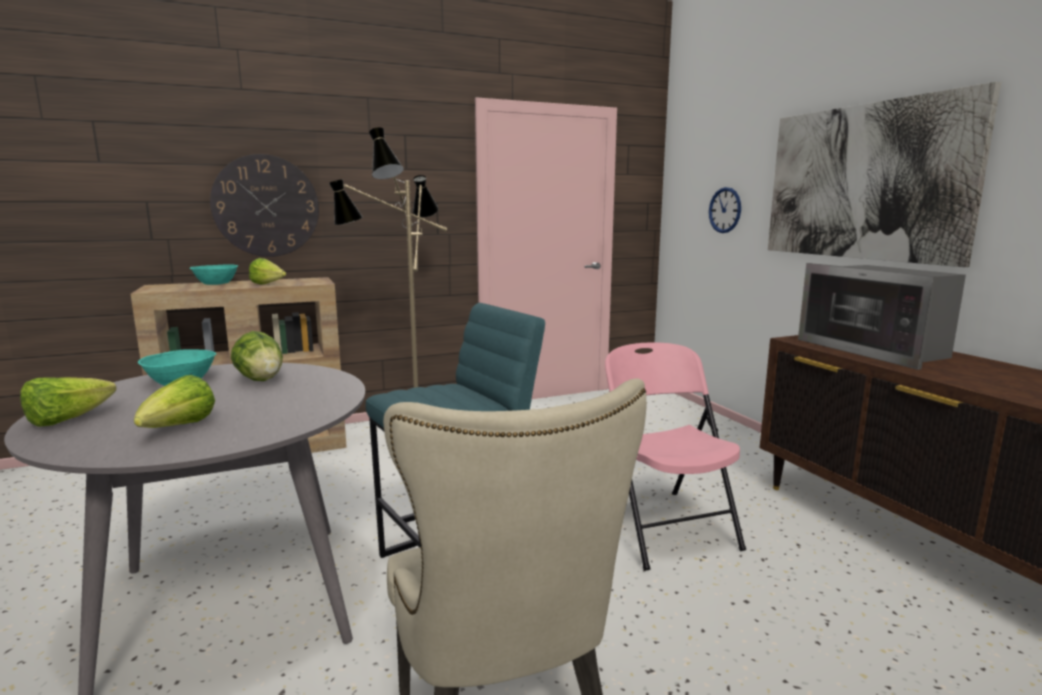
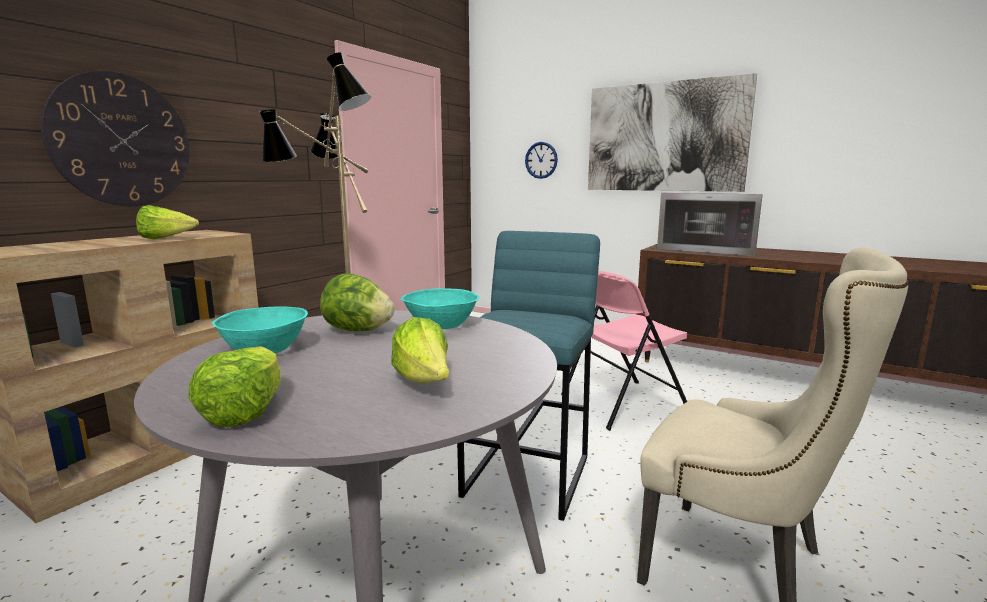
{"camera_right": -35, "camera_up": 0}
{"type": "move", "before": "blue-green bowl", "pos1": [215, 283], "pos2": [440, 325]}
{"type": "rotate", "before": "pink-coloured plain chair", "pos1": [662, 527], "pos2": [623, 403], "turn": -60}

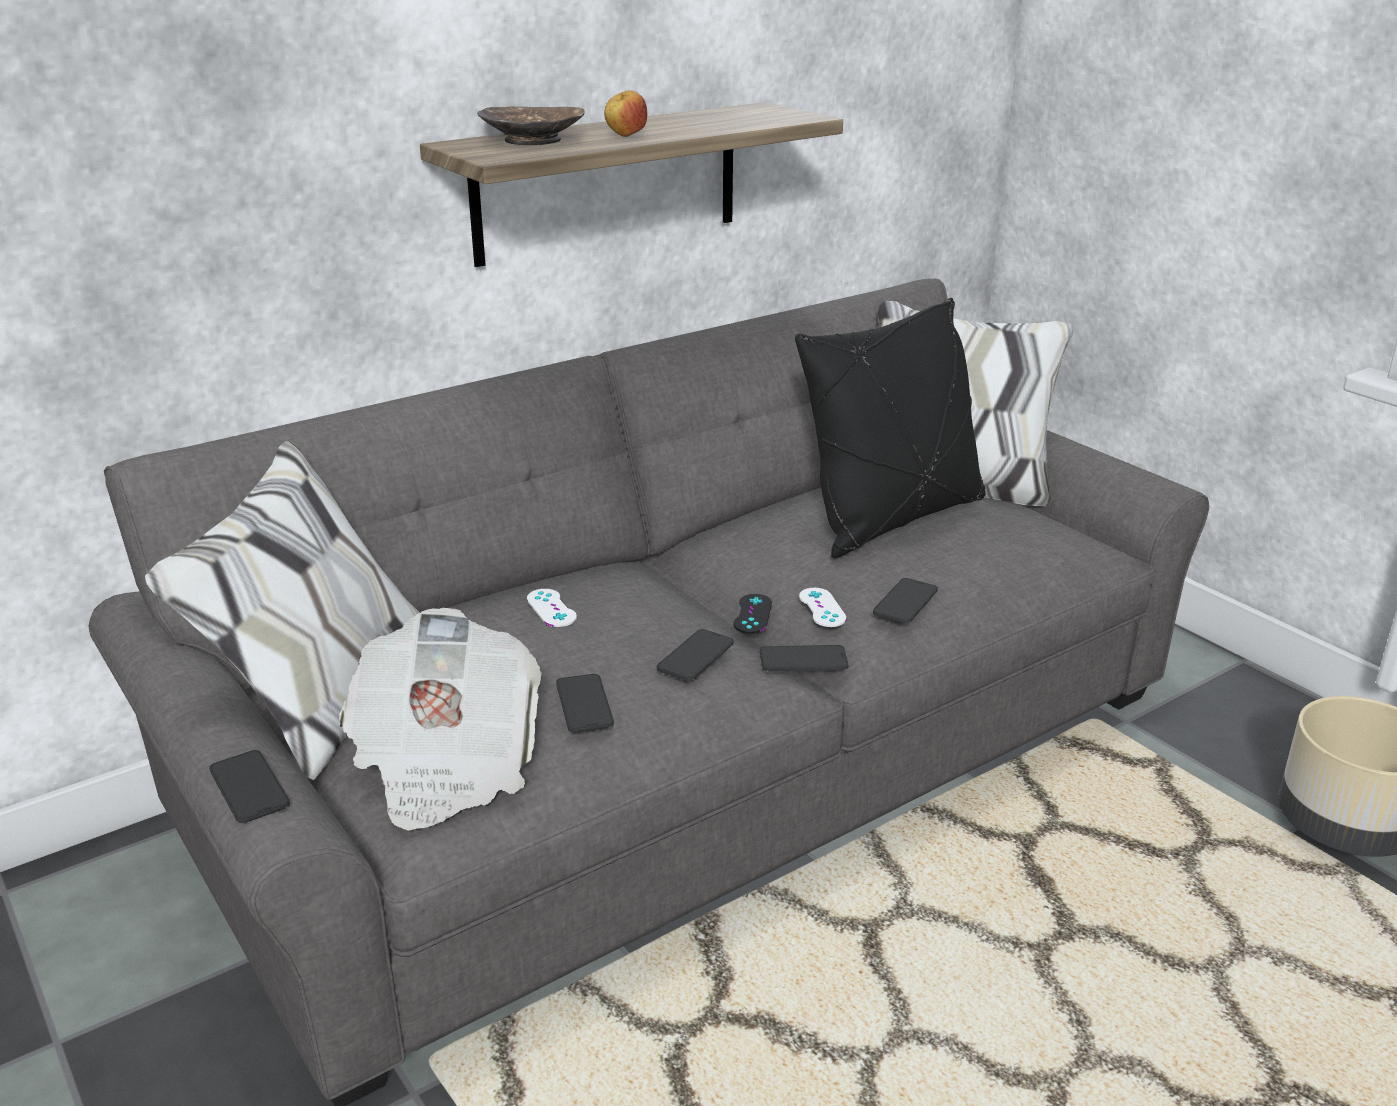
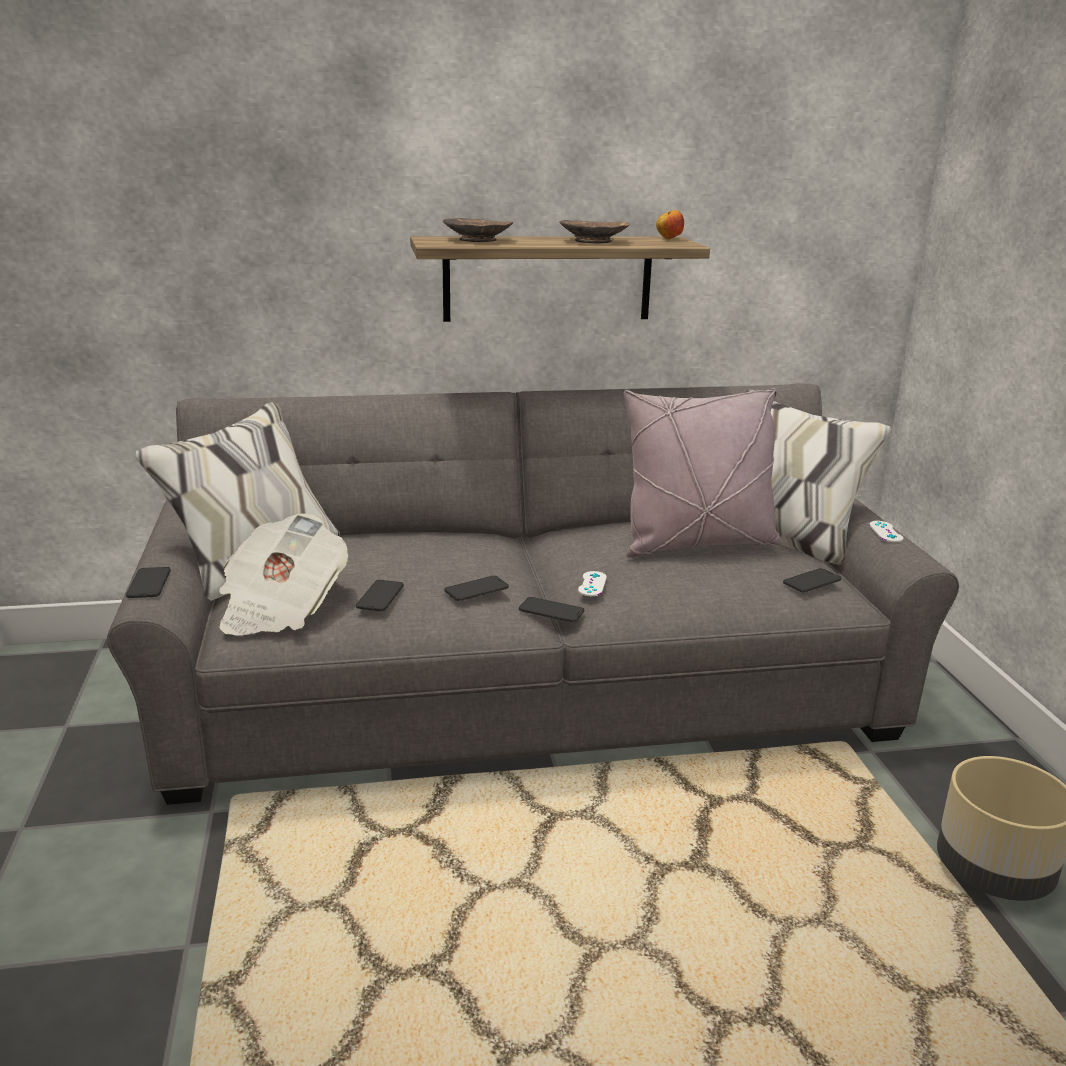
{"camera_right": 25, "camera_up": -5}
{"type": "move", "before": "white-coloured joypad", "pos1": [551, 608], "pos2": [885, 532]}
{"type": "move", "before": "apple", "pos1": [626, 136], "pos2": [669, 239]}
{"type": "delete", "before": "blackish joypad", "pos1": [752, 614]}
{"type": "recolor", "before": "blackish pillow", "after": "purple pillow", "pos1": [892, 519], "pos2": [697, 544]}
{"type": "move", "before": "phone", "pos1": [905, 601], "pos2": [812, 581]}
{"type": "insert", "after": "brown-coloured bowl", "pos2": [593, 241]}

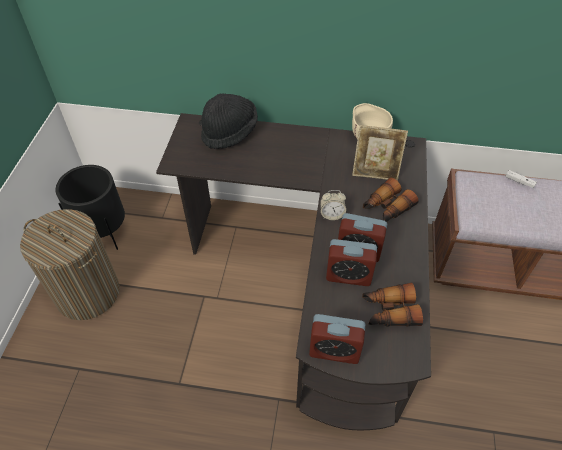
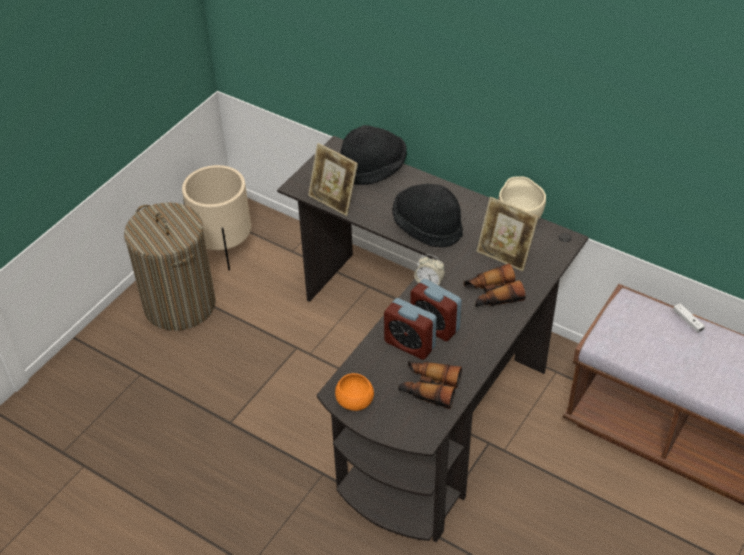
{"camera_right": 25, "camera_up": -5}
{"type": "recolor", "before": "blackish flower pot", "after": "beige flower pot", "pos1": [103, 231], "pos2": [223, 246]}
{"type": "replace", "before": "table clock", "after": "orangey bowl", "pos1": [334, 350], "pos2": [354, 402]}
{"type": "insert", "after": "photo frame", "pos2": [333, 201]}
{"type": "insert", "after": "blackish wearable hat", "pos2": [427, 227]}

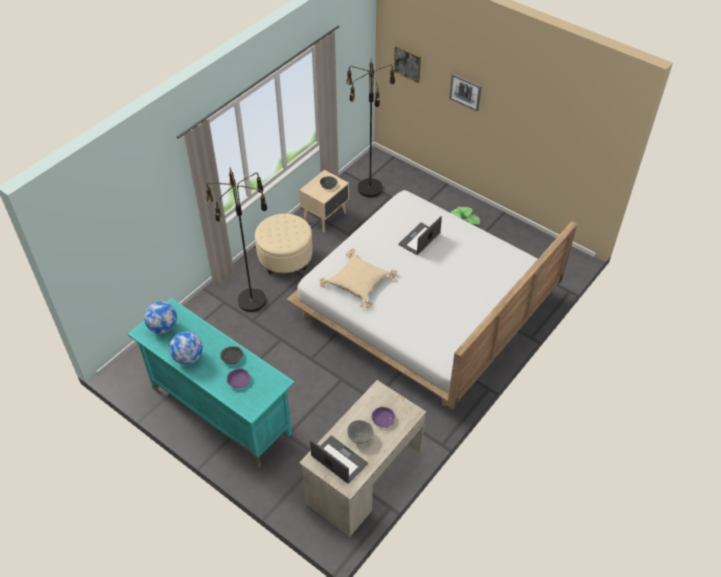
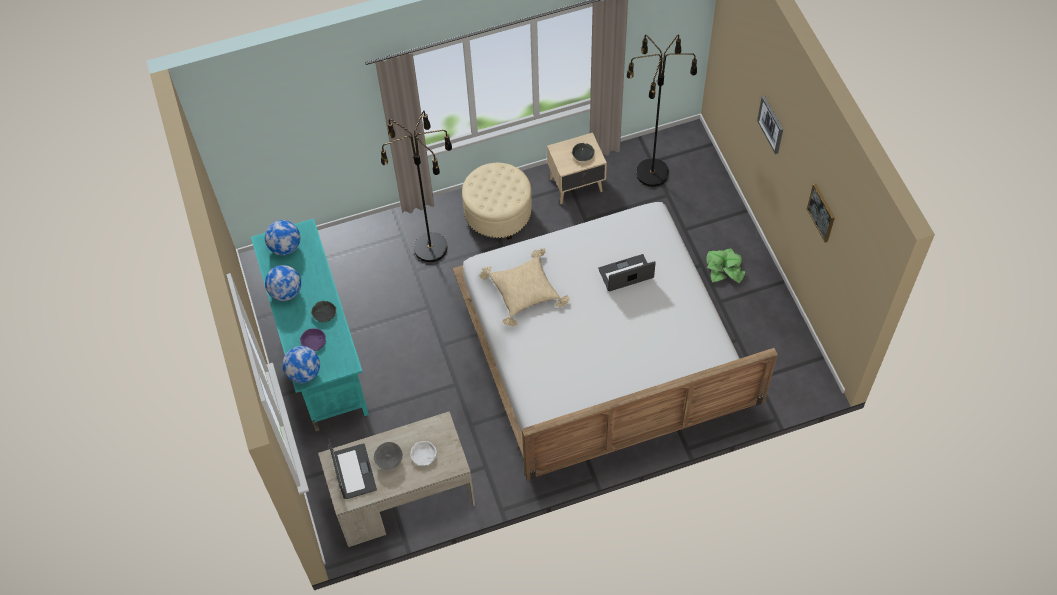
{"camera_right": 35, "camera_up": 10}
{"type": "recolor", "before": "purple bowl", "after": "white-coloured bowl", "pos1": [383, 419], "pos2": [423, 455]}
{"type": "move", "before": "picture", "pos1": [407, 63], "pos2": [821, 212]}
{"type": "insert", "after": "desk globe", "pos2": [304, 373]}

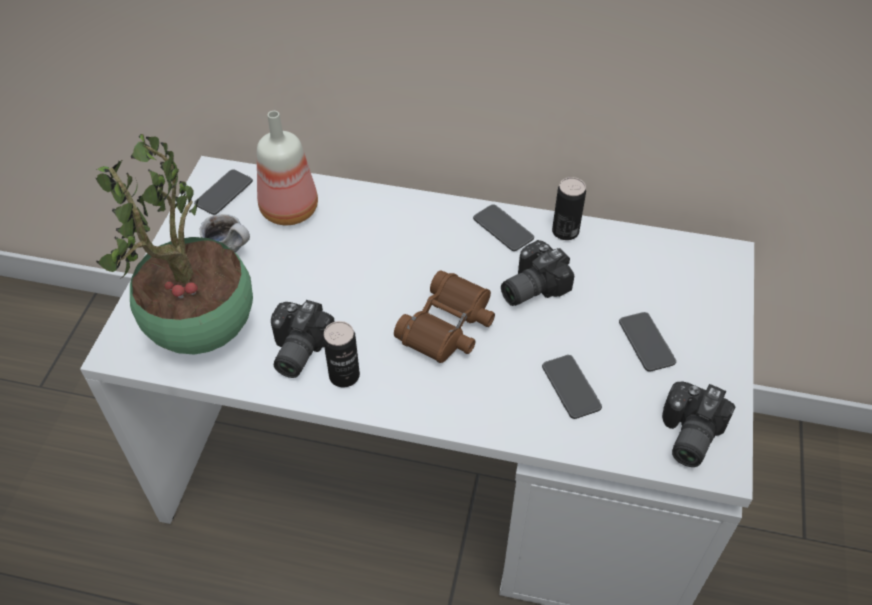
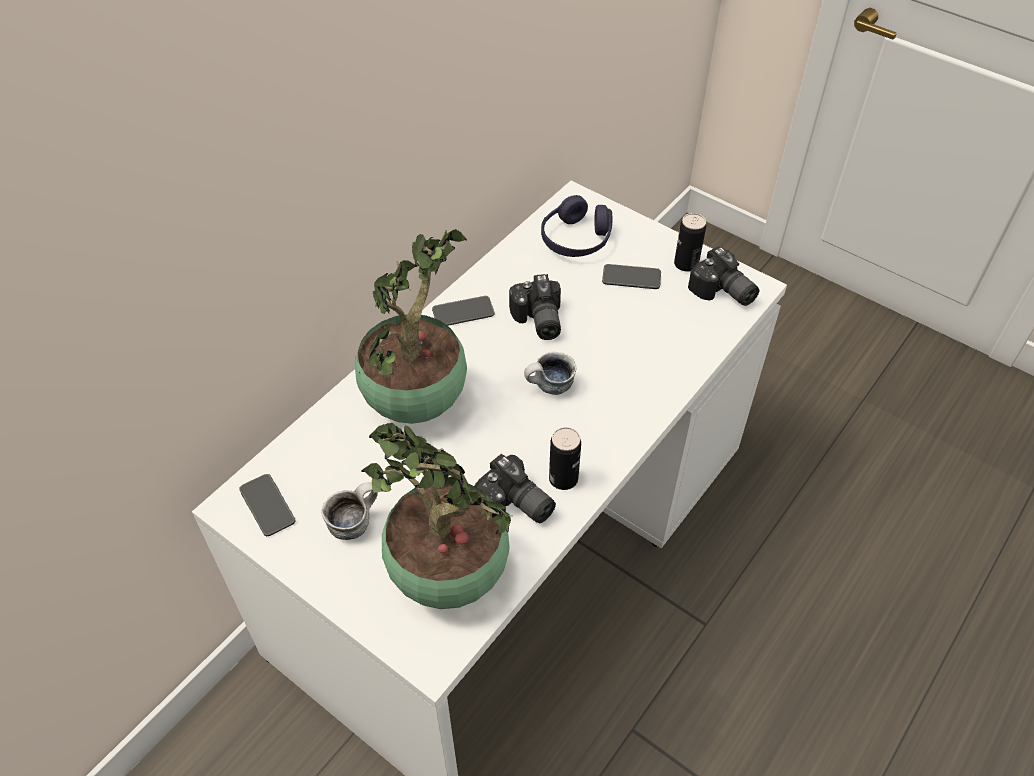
{"camera_right": -65, "camera_up": 0}
{"type": "delete", "before": "bottle", "pos1": [290, 211]}
{"type": "replace", "before": "brown-coloured pair of binoculars", "after": "coffee mug", "pos1": [448, 326], "pos2": [549, 388]}
{"type": "delete", "before": "phone", "pos1": [571, 387]}
{"type": "move", "before": "can", "pos1": [565, 231], "pos2": [686, 264]}
{"type": "insert", "after": "plant in a pot", "pos2": [417, 400]}
{"type": "insert", "after": "purple headphones", "pos2": [576, 239]}

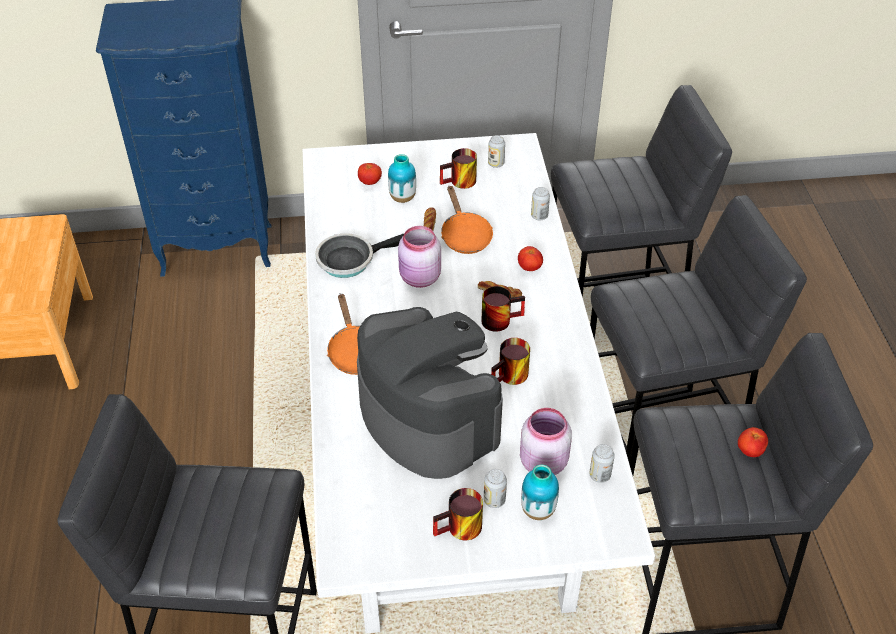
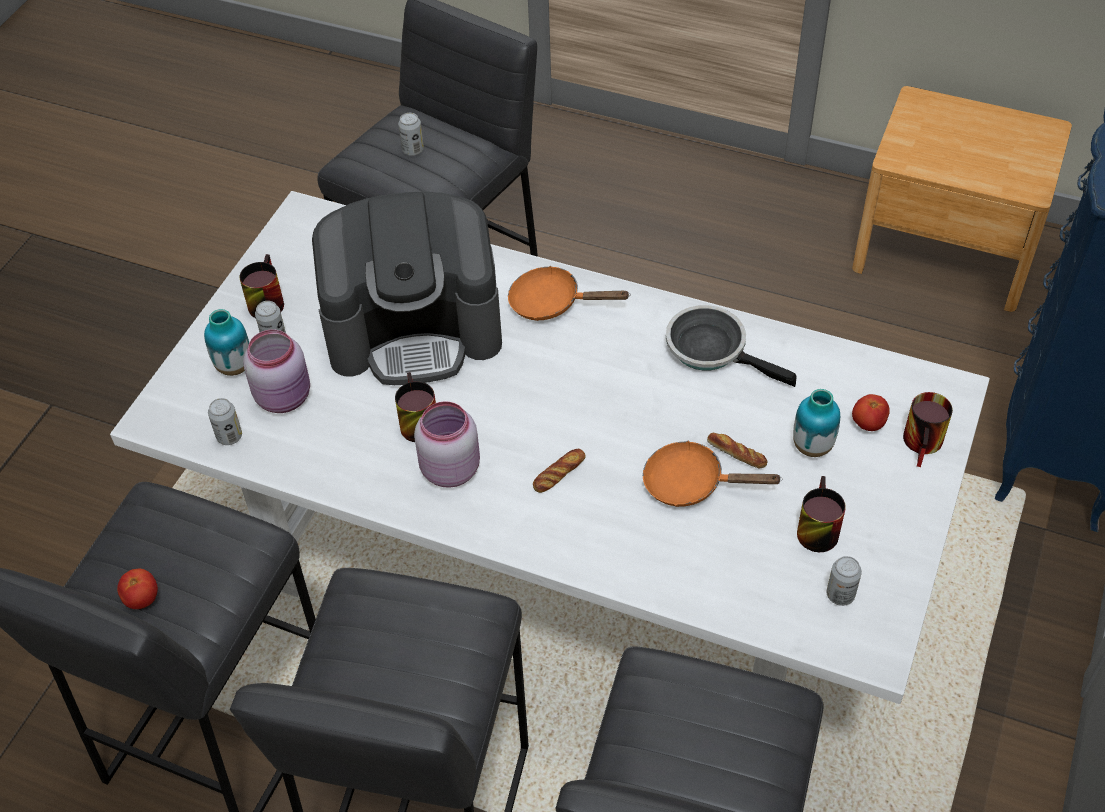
{"camera_right": 120, "camera_up": 5}
{"type": "rotate", "before": "skillet", "pos1": [350, 260], "pos2": [712, 349], "turn": -60}
{"type": "move", "before": "pink-coloured storage jar", "pos1": [419, 278], "pos2": [449, 468]}
{"type": "move", "before": "coffee mug", "pos1": [500, 318], "pos2": [925, 445]}
{"type": "delete", "before": "tomato", "pos1": [529, 268]}
{"type": "move", "before": "can", "pos1": [539, 216], "pos2": [413, 150]}

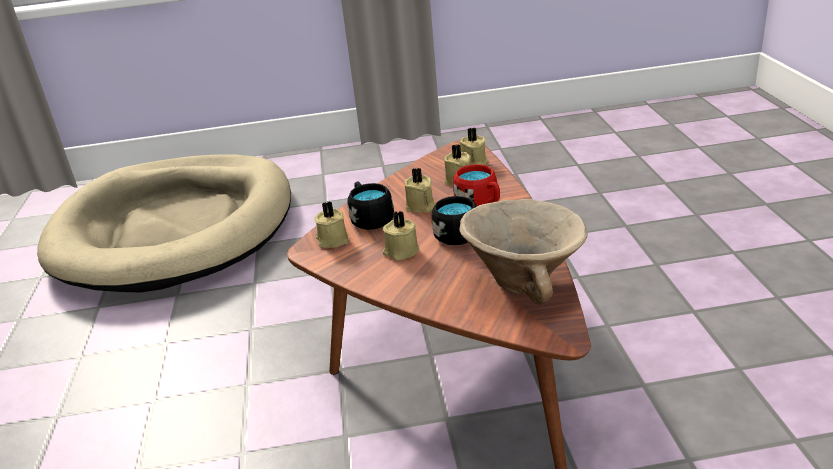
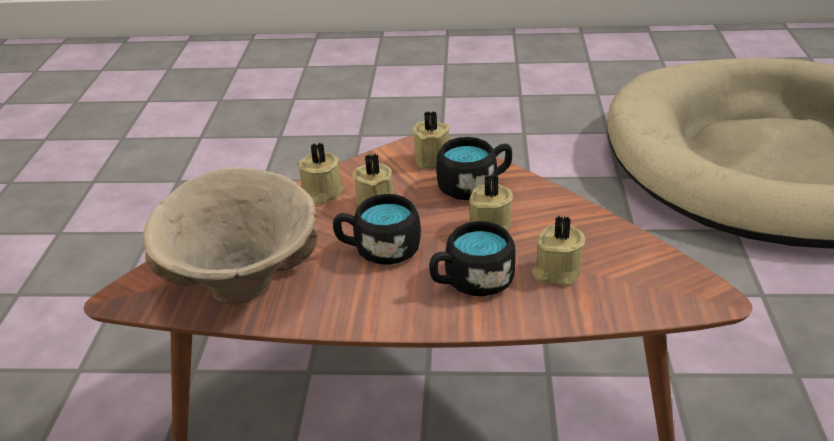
{"camera_right": 100, "camera_up": 5}
{"type": "recolor", "before": "reddish coffee mug", "after": "blackish coffee mug", "pos1": [480, 203], "pos2": [471, 282]}
{"type": "move", "before": "beige wax candle", "pos1": [473, 164], "pos2": [320, 192]}

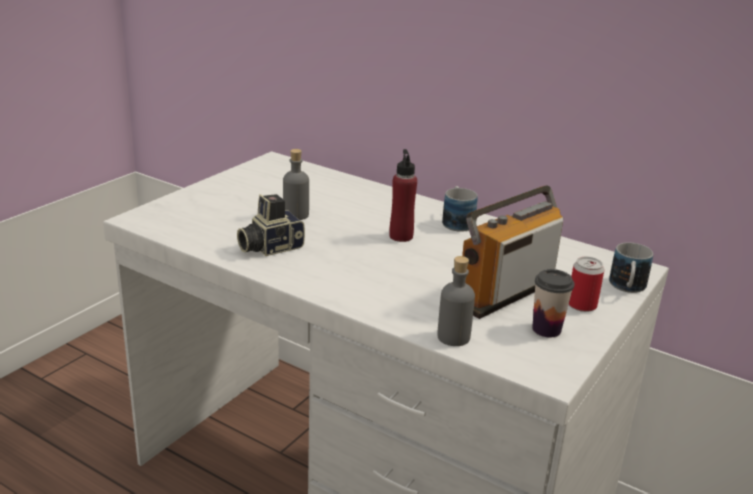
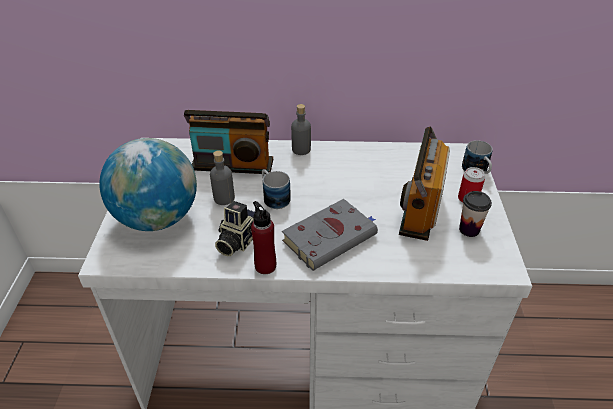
{"camera_right": -30, "camera_up": 15}
{"type": "move", "before": "reddish bottle", "pos1": [401, 236], "pos2": [265, 266]}
{"type": "move", "before": "greyish bottle", "pos1": [453, 337], "pos2": [301, 149]}
{"type": "move", "before": "coffee mug", "pos1": [457, 221], "pos2": [273, 197]}
{"type": "insert", "after": "desk globe", "pos2": [157, 218]}
{"type": "insert", "after": "radio receiver", "pos2": [232, 165]}
{"type": "insert", "after": "greyish volume", "pos2": [331, 237]}

